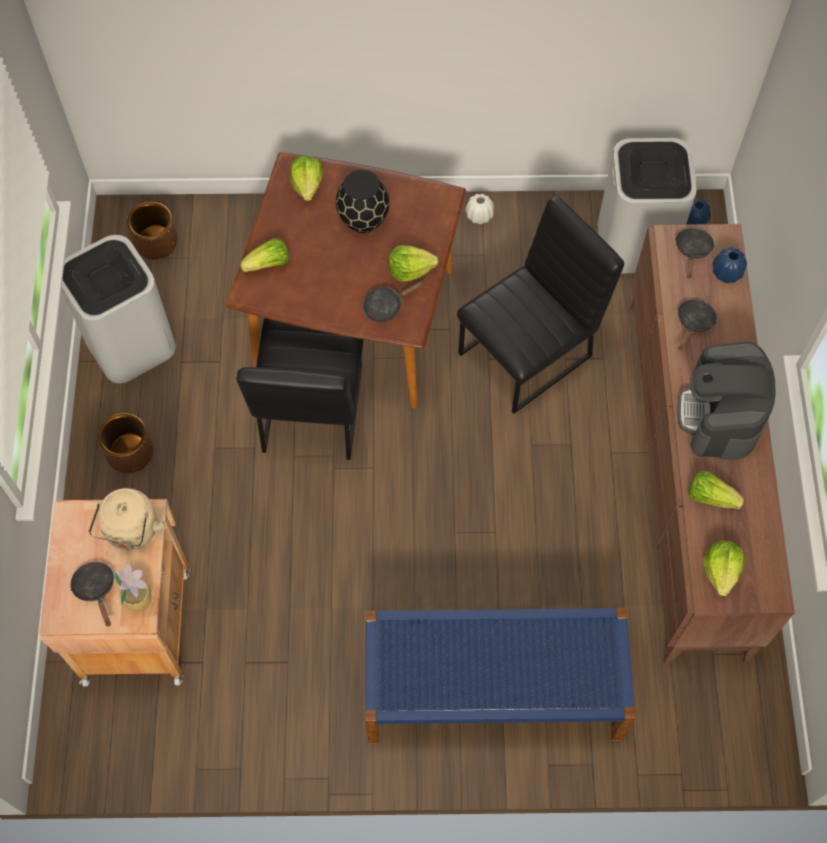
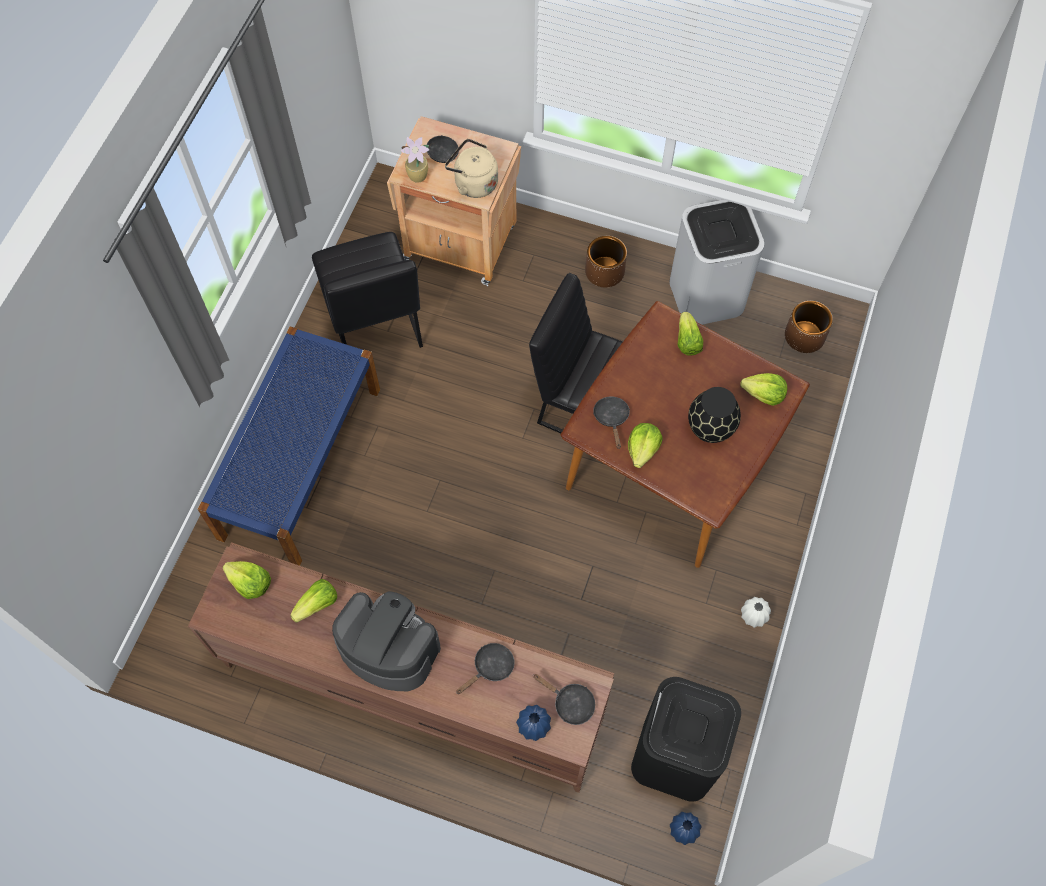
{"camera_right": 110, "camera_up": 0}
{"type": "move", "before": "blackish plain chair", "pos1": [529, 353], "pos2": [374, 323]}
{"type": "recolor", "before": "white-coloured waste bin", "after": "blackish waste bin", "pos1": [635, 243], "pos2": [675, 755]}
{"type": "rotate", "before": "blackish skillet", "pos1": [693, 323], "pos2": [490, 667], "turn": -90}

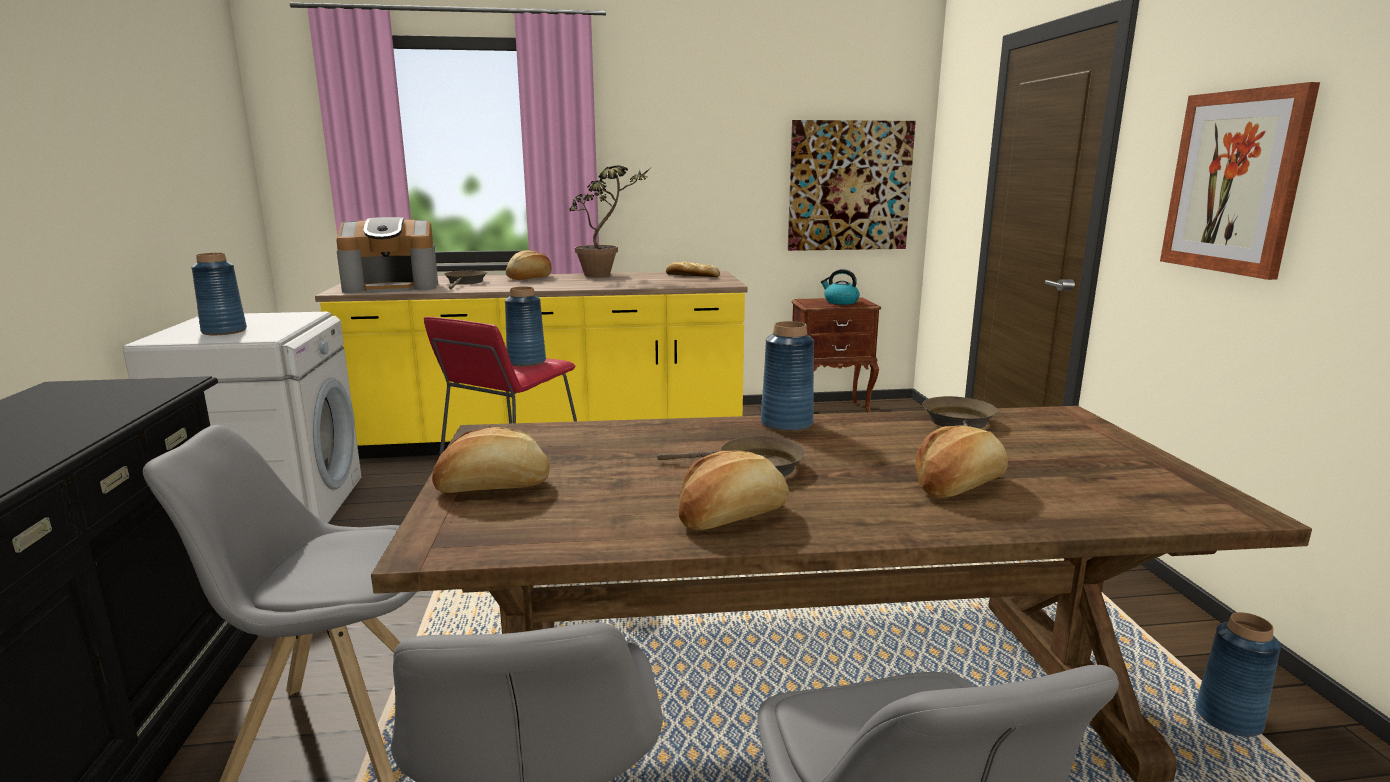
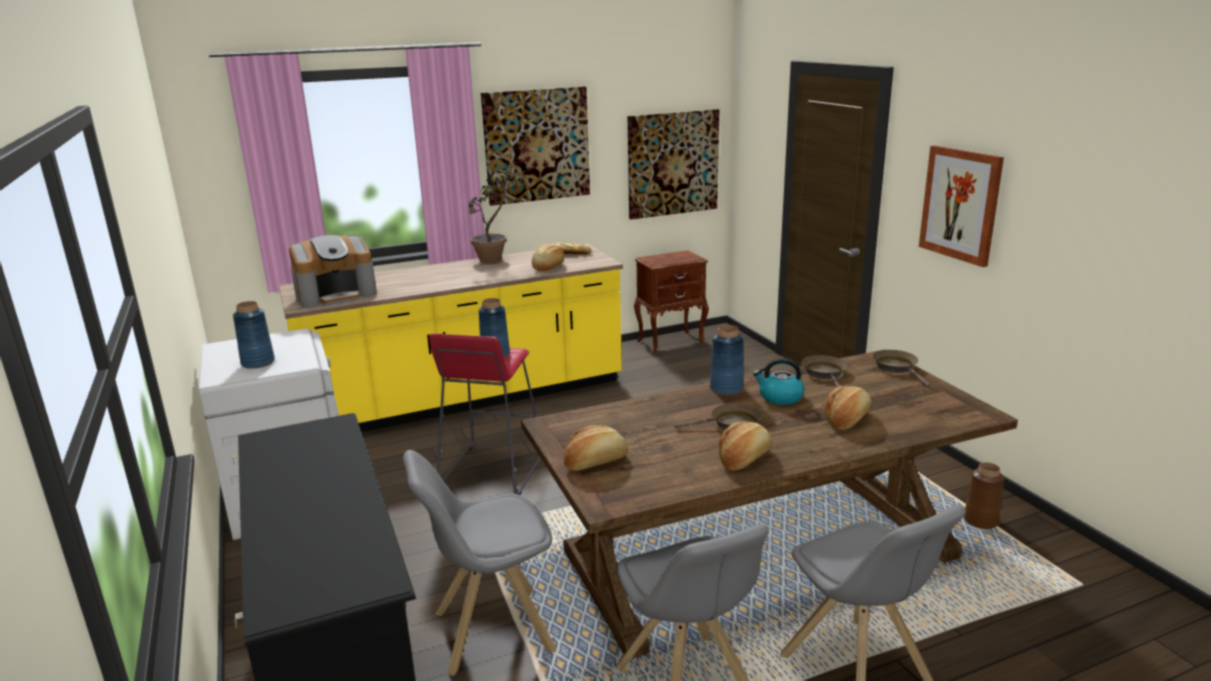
{"camera_right": -15, "camera_up": 5}
{"type": "move", "before": "brown-coloured skillet", "pos1": [465, 283], "pos2": [897, 368]}
{"type": "move", "before": "bakery bread", "pos1": [530, 278], "pos2": [548, 267]}
{"type": "move", "before": "water kettle", "pos1": [840, 302], "pos2": [780, 397]}
{"type": "recolor", "before": "blue-coloured decorative vase", "after": "brown-coloured decorative vase", "pos1": [1229, 719], "pos2": [980, 521]}
{"type": "insert", "after": "picture", "pos2": [537, 145]}

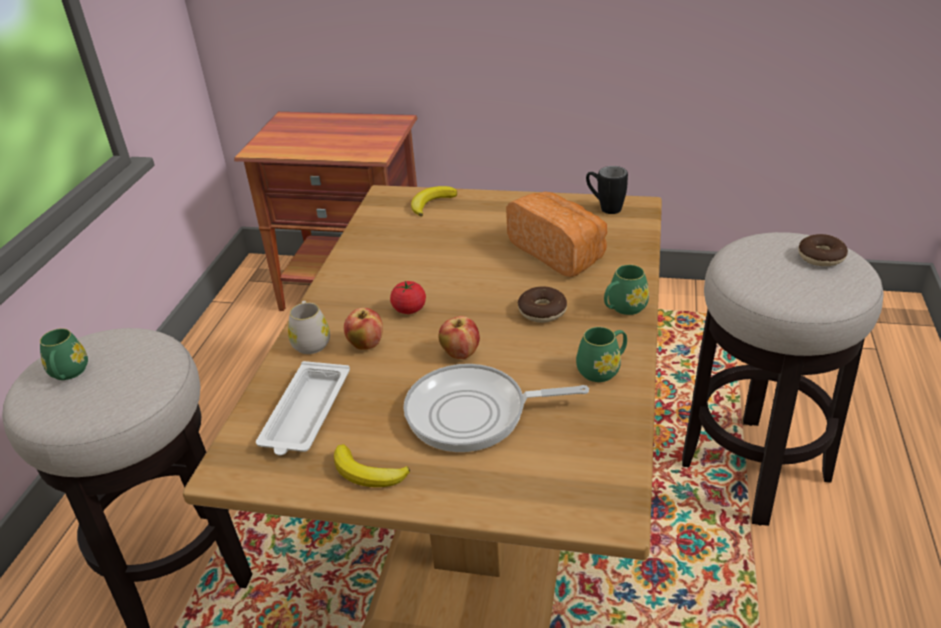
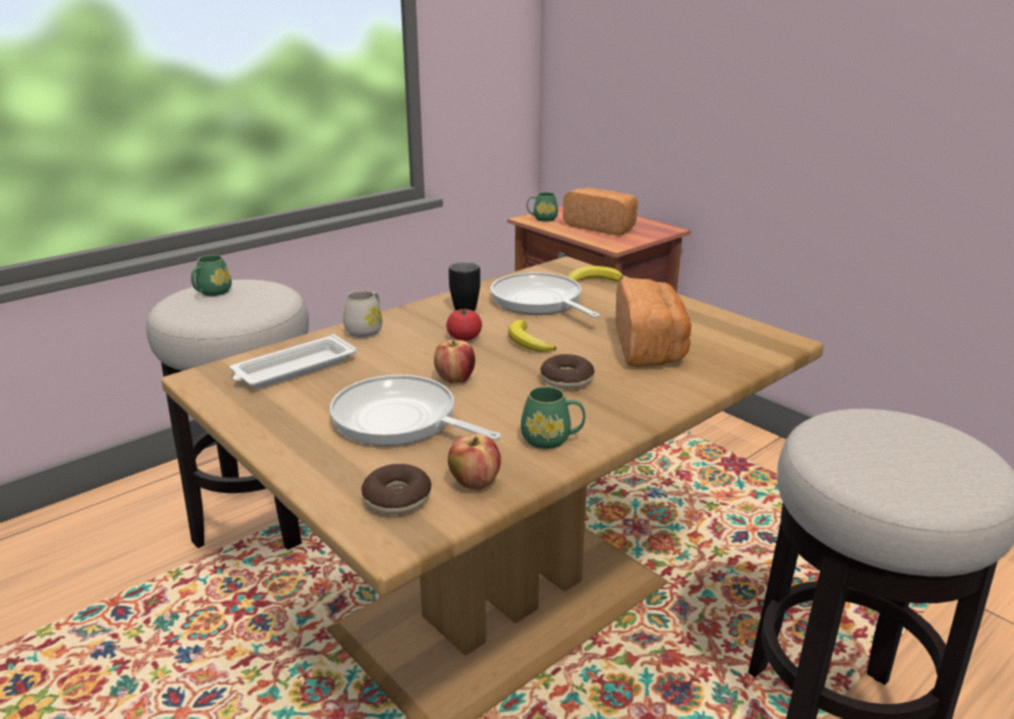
{"camera_right": 35, "camera_up": -10}
{"type": "move", "before": "banana fruit", "pos1": [368, 473], "pos2": [528, 342]}
{"type": "move", "before": "apple", "pos1": [366, 344], "pos2": [475, 483]}
{"type": "move", "before": "blackish coffee mug", "pos1": [604, 207], "pos2": [463, 306]}
{"type": "move", "before": "green-coloured coffee mug", "pos1": [623, 308], "pos2": [542, 219]}
{"type": "move", "before": "ring doughnut", "pos1": [821, 257], "pos2": [397, 499]}
{"type": "insert", "after": "skillet", "pos2": [539, 302]}
{"type": "insert", "after": "bakery bread", "pos2": [602, 227]}

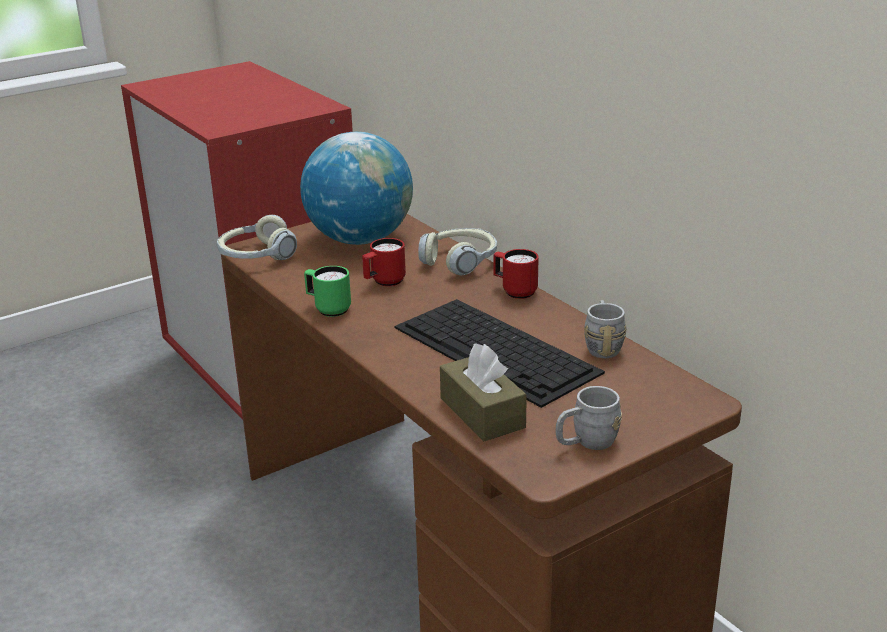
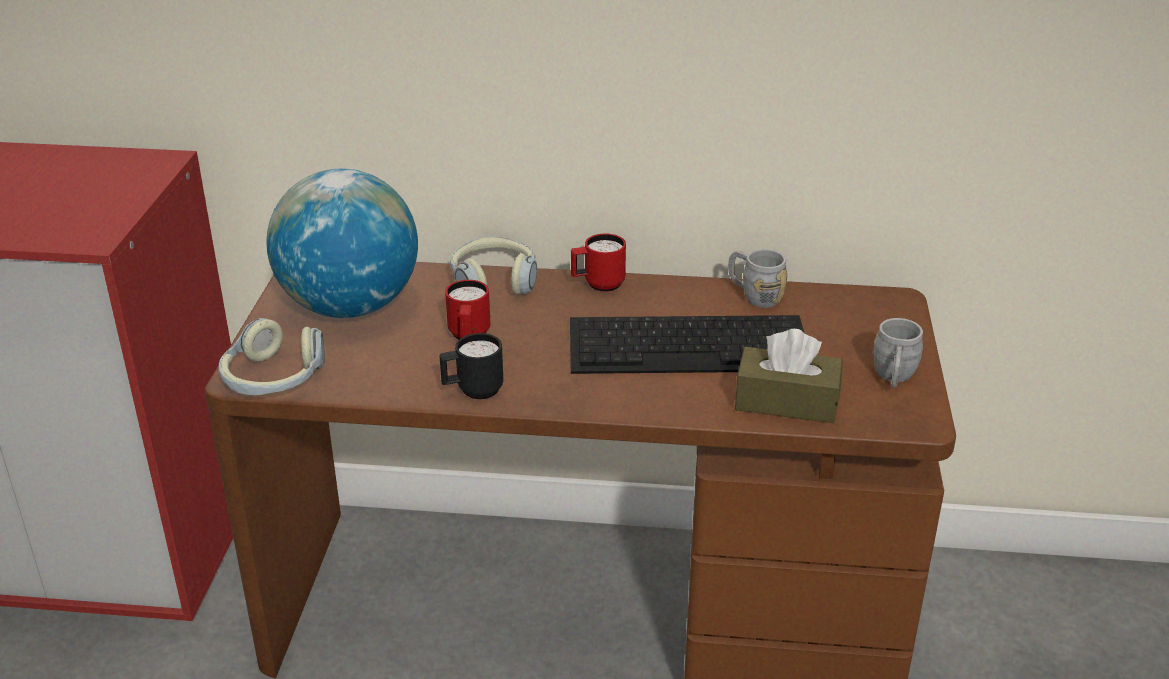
{"camera_right": -50, "camera_up": 5}
{"type": "recolor", "before": "green-coloured coffee mug", "after": "blackish coffee mug", "pos1": [328, 309], "pos2": [473, 391]}

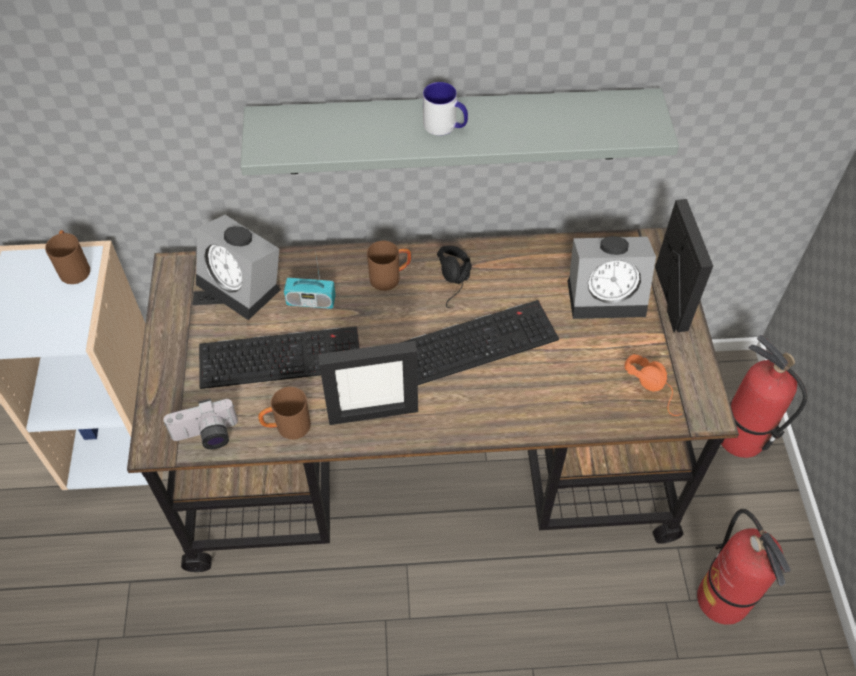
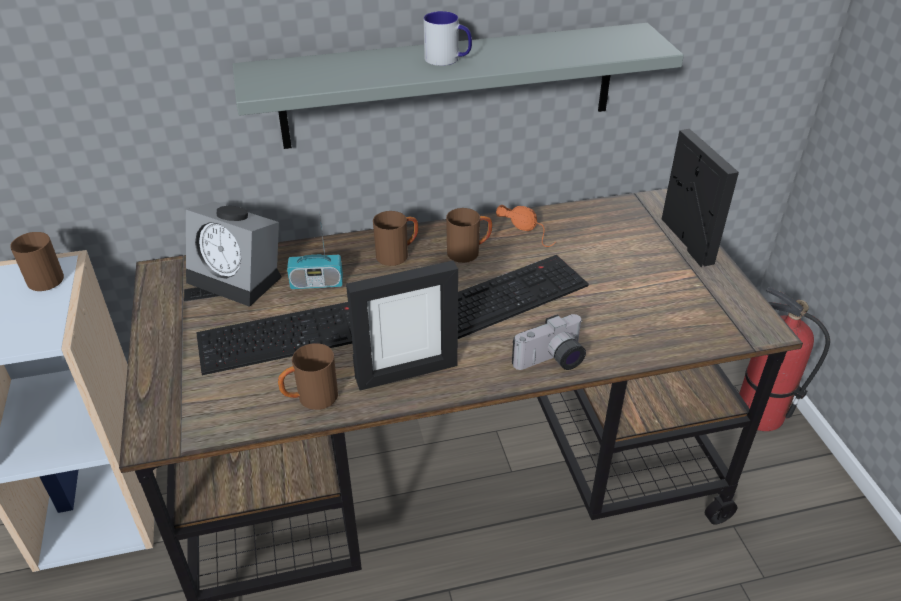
{"camera_right": -10, "camera_up": -15}
{"type": "move", "before": "photo camera", "pos1": [206, 436], "pos2": [552, 362]}
{"type": "replace", "before": "blackish headphones", "after": "brown-coloured coffee mug", "pos1": [457, 283], "pos2": [469, 252]}
{"type": "delete", "before": "table clock", "pos1": [608, 295]}
{"type": "move", "before": "orangey headphones", "pos1": [656, 388], "pos2": [528, 232]}
{"type": "delete", "before": "extinguisher", "pos1": [723, 600]}

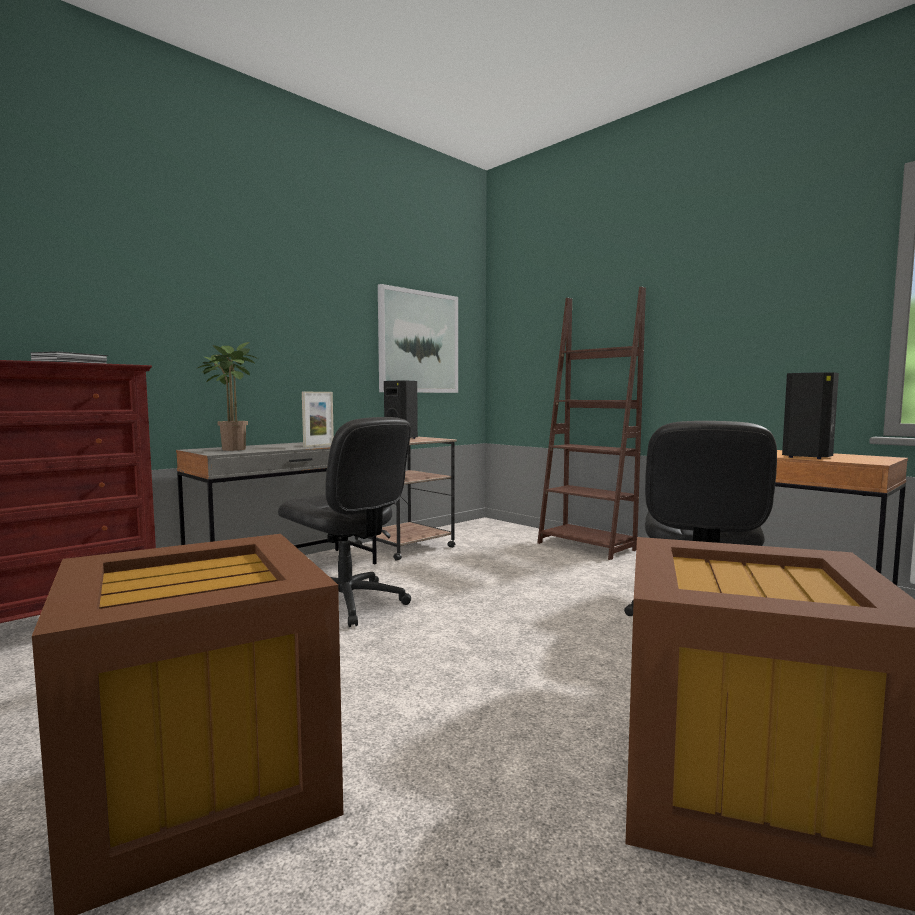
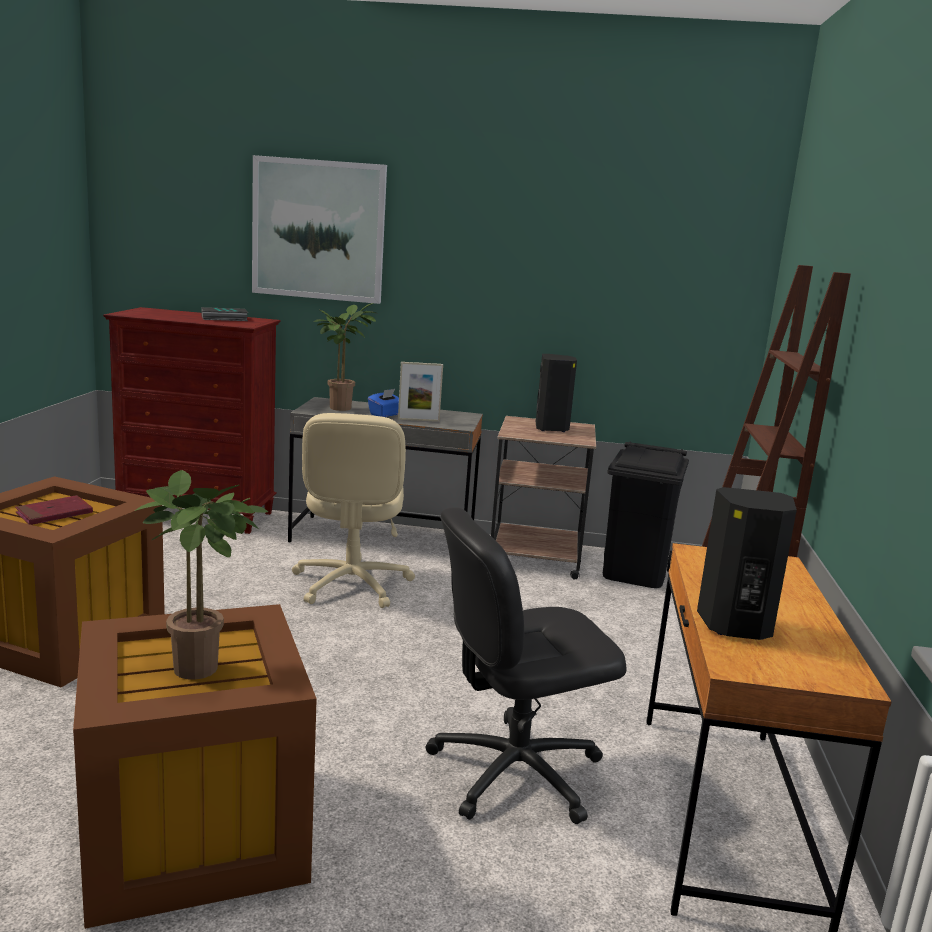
{"camera_right": 50, "camera_up": 10}
{"type": "recolor", "before": "blackish computer chair", "after": "beige computer chair", "pos1": [345, 603], "pos2": [351, 584]}
{"type": "move", "before": "picture", "pos1": [419, 342], "pos2": [318, 230]}
{"type": "insert", "after": "reddish volume", "pos2": [54, 514]}
{"type": "insert", "after": "plant in a pot", "pos2": [203, 669]}
{"type": "insert", "after": "blue-coloured tissue holder", "pos2": [386, 414]}
{"type": "insert", "after": "blackish waste bin", "pos2": [635, 573]}

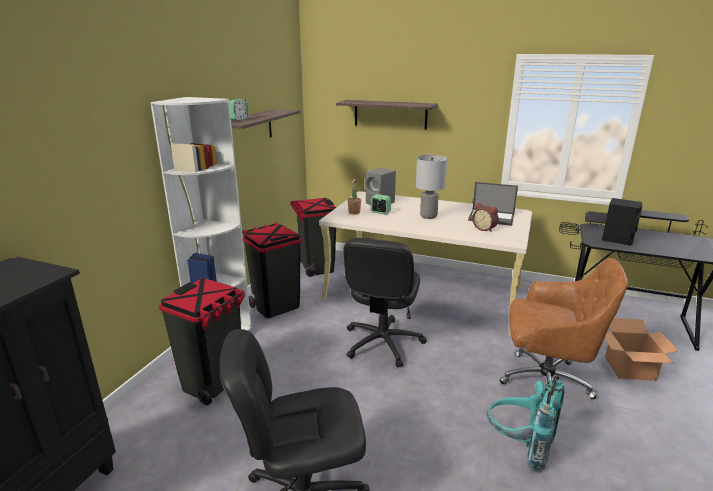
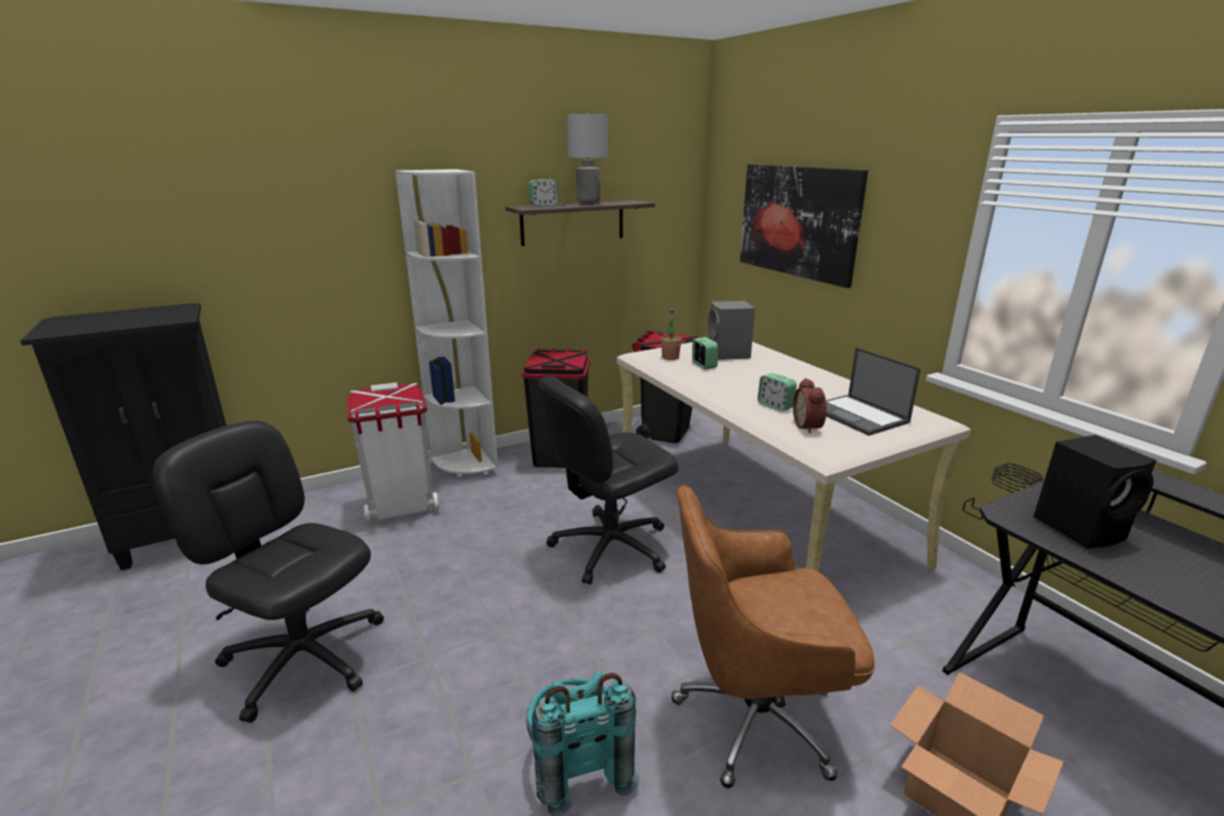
{"camera_right": 40, "camera_up": 0}
{"type": "recolor", "before": "blackish waste bin", "after": "white-coloured waste bin", "pos1": [214, 383], "pos2": [402, 507]}
{"type": "replace", "before": "bracket shelf", "after": "picture", "pos1": [390, 114], "pos2": [798, 221]}
{"type": "move", "before": "greyish table lamp", "pos1": [428, 217], "pos2": [588, 203]}
{"type": "rotate", "before": "brown-coloured computer chair", "pos1": [545, 382], "pos2": [755, 716], "turn": 120}
{"type": "insert", "after": "table clock", "pos2": [775, 406]}

